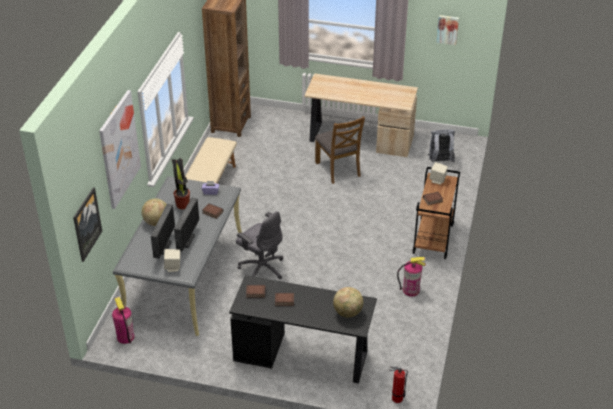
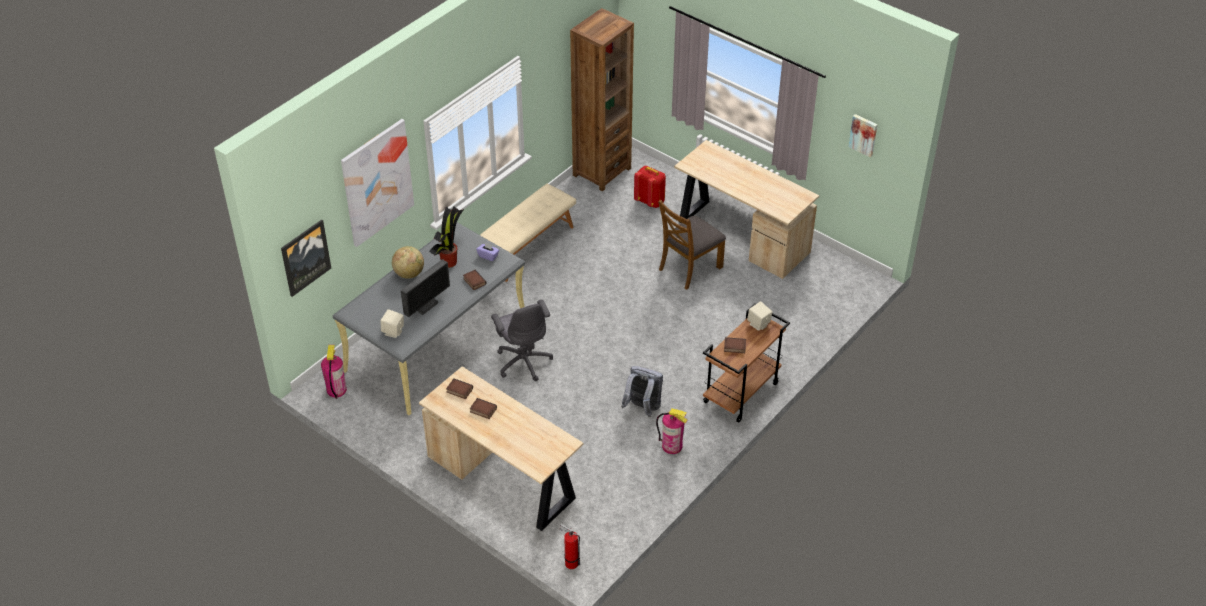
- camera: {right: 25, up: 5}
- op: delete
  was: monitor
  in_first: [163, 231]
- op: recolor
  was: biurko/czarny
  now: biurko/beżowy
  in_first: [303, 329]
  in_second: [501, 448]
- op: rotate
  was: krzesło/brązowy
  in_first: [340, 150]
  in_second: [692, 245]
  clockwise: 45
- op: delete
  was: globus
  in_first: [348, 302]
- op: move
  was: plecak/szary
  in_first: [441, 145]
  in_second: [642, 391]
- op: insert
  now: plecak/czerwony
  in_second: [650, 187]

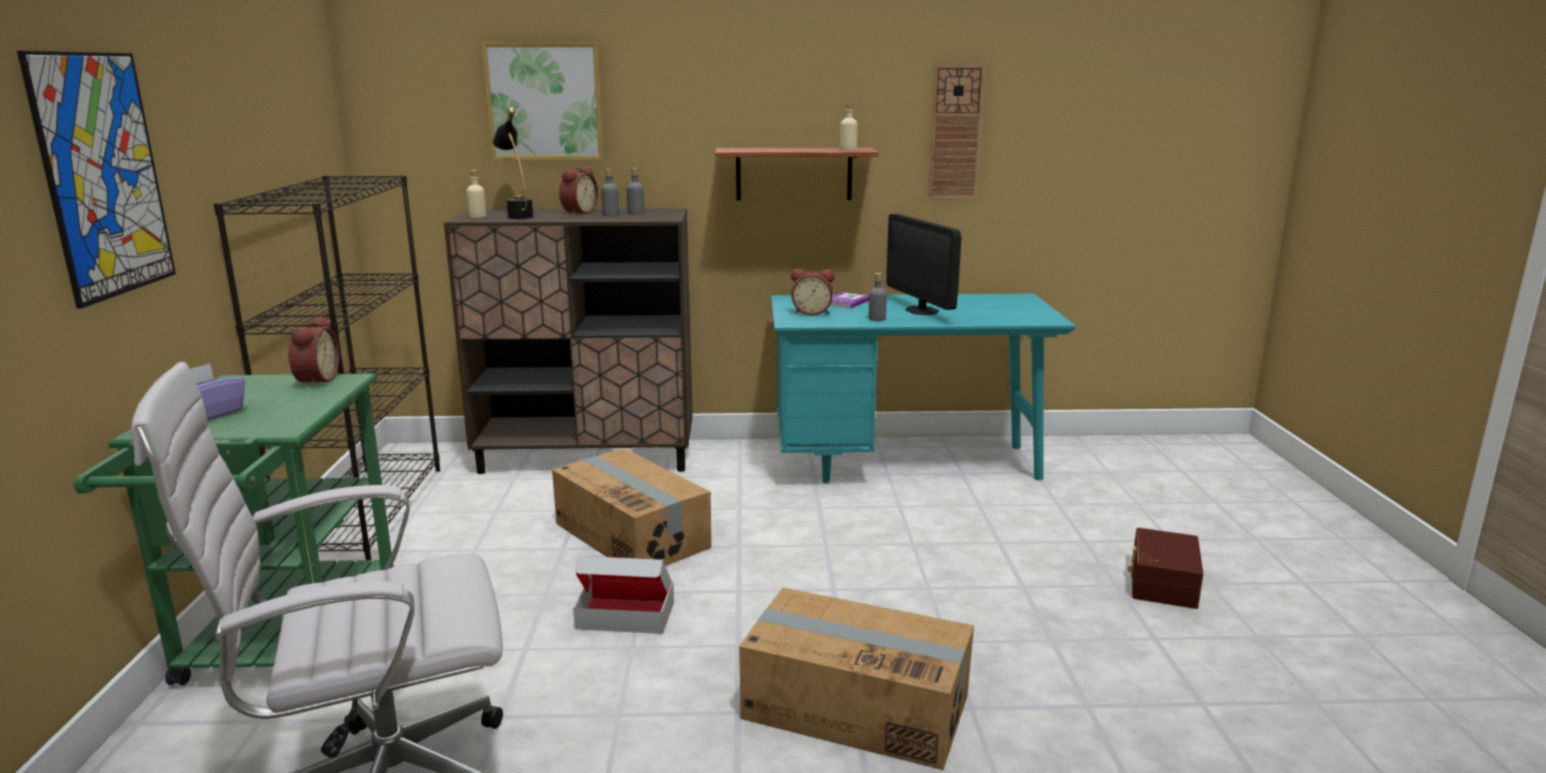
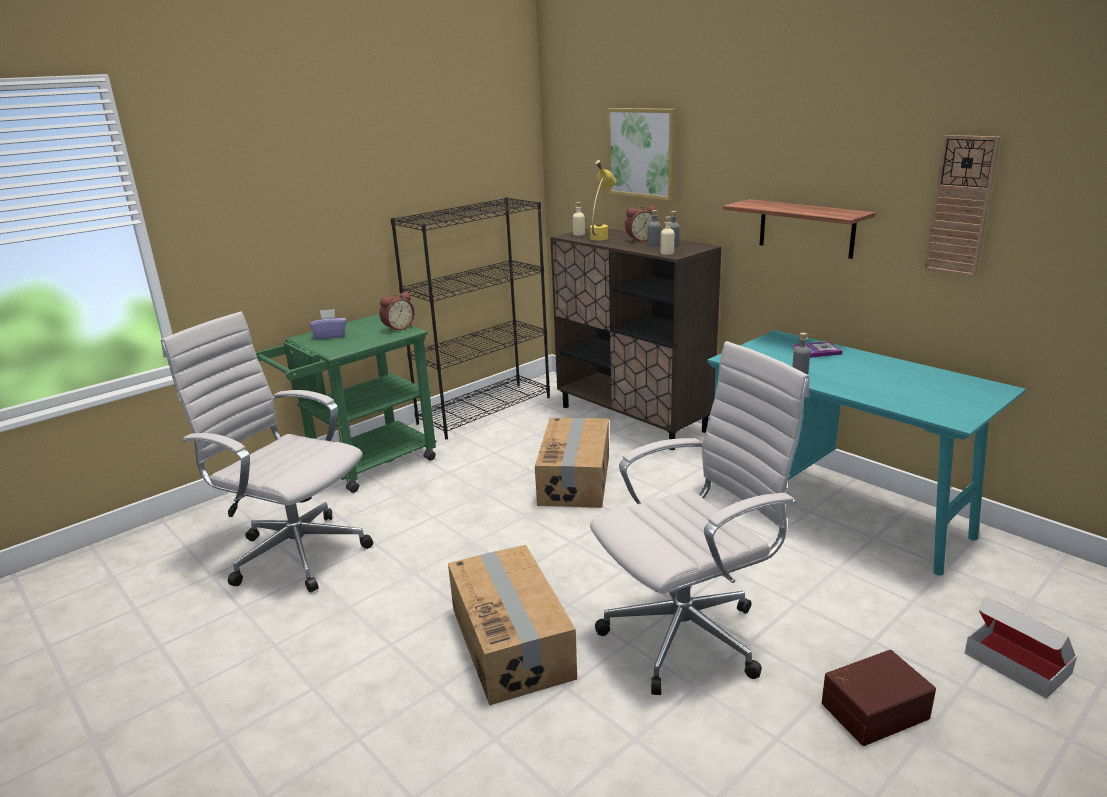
- camera: {right: 50, up: 5}
- op: delete
  was: obraz
  in_first: [96, 180]
- op: recolor
  was: lampa stołowa/czarny
  now: lampa stołowa/żółty
  in_first: [512, 163]
  in_second: [603, 200]
- op: move
  was: karton
  in_first: [623, 595]
  in_second: [1021, 648]
- op: delete
  was: budzik
  in_first: [812, 292]
- op: move
  was: butelka/beżowy
  in_first: [849, 126]
  in_second: [667, 236]
- op: delete
  was: monitor
  in_first: [924, 264]
- op: insert
  now: krzesło biurowe/biały
  in_second: [699, 518]

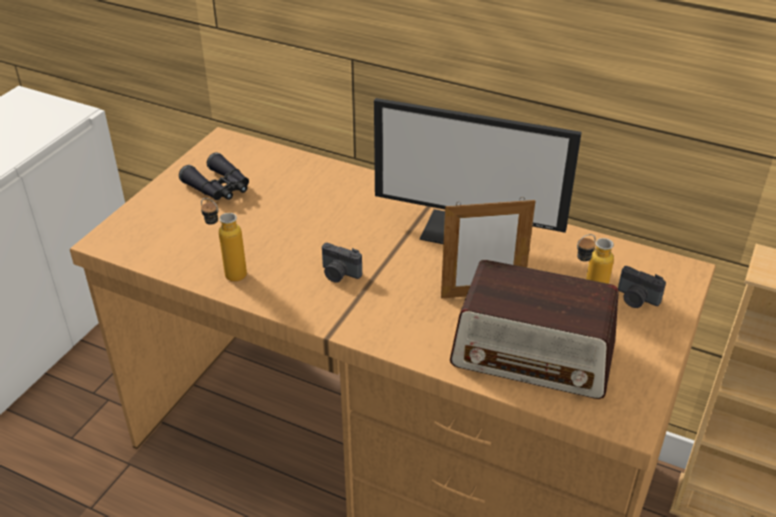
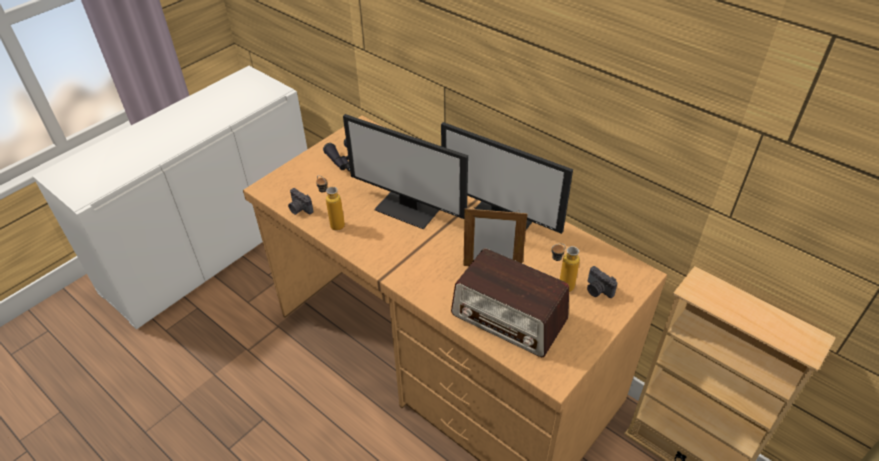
- camera: {right: 15, up: 5}
- op: move
  was: aparat fotograficzny
  in_first: [342, 263]
  in_second: [301, 201]
- op: insert
  now: monitor
  in_second: [405, 171]

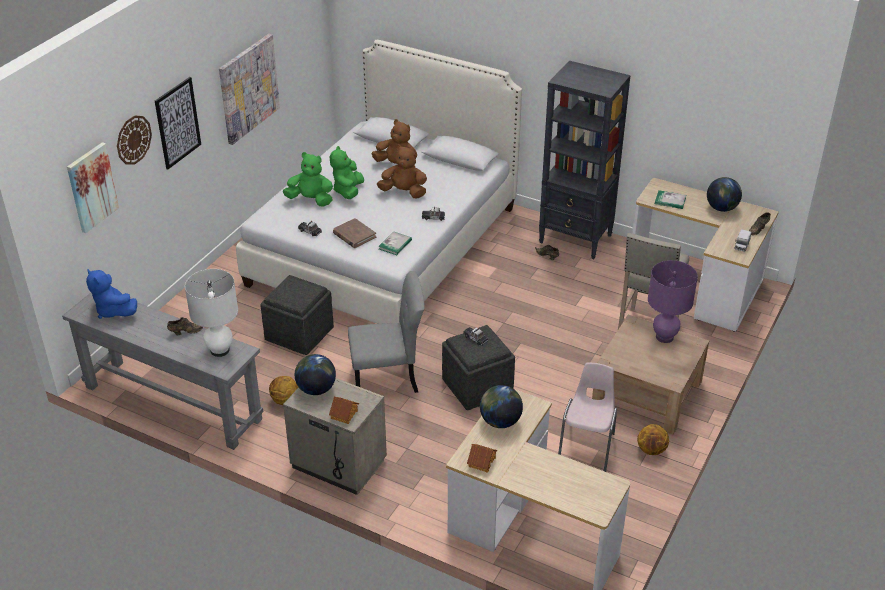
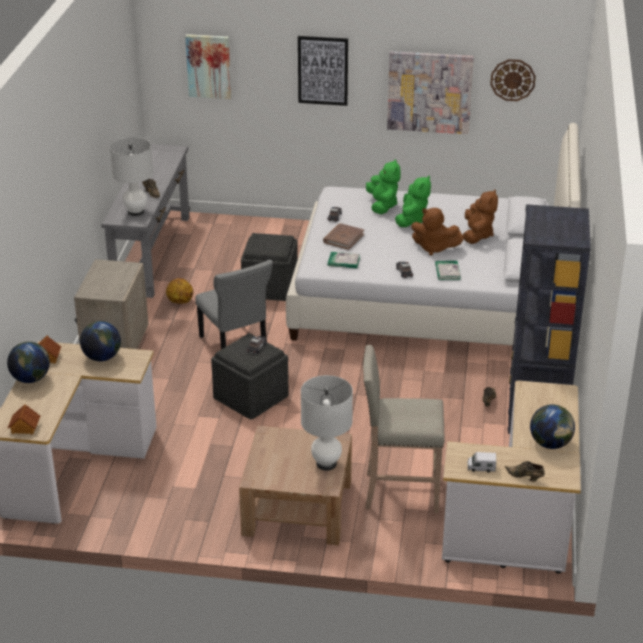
- camera: {right: 70, up: -5}
- op: delete
  was: pluszak/niebieski
  in_first: [111, 294]
- op: move
  was: zegar ścienny
  in_first: [134, 140]
  in_second: [513, 80]
- op: move
  was: globus
  in_first: [315, 374]
  in_second: [28, 362]
- op: move
  was: domek
  in_first: [344, 410]
  in_second: [24, 419]
- op: rotate
  was: pluszak/zielony
  in_first: [347, 172]
  in_second: [413, 201]
  clockwise: 120
- op: rotate
  was: pluszak/brązowy
  in_first: [402, 172]
  in_second: [437, 232]
  clockwise: 120
- op: delete
  was: krzesło/różowy
  in_first: [587, 417]
- op: delete
  was: piłka do koszykówki
  in_first: [653, 439]
- op: recolor
  was: lampa stołowa/fioletowy
  now: lampa stołowa/biały
  in_first: [673, 301]
  in_second: [327, 423]
- op: move
  was: książka
  in_first: [670, 199]
  in_second: [448, 270]

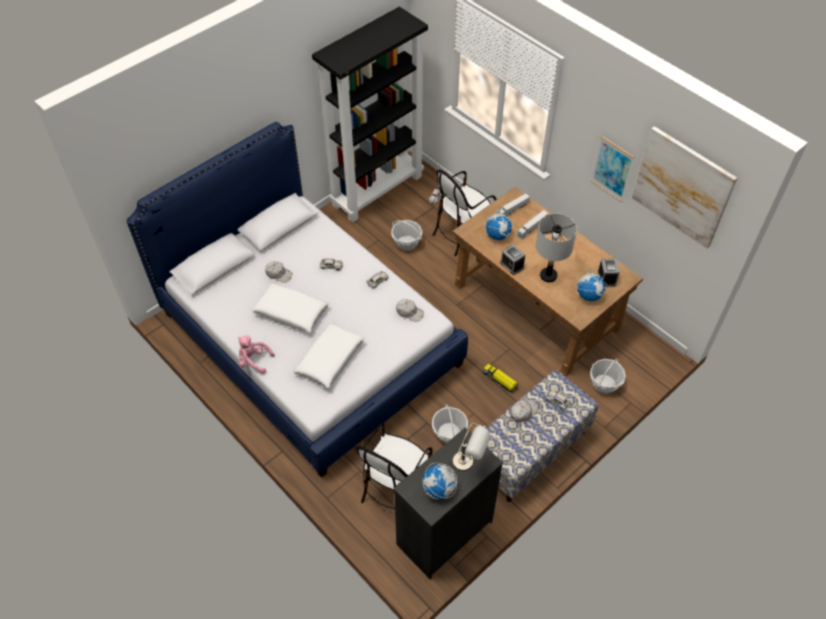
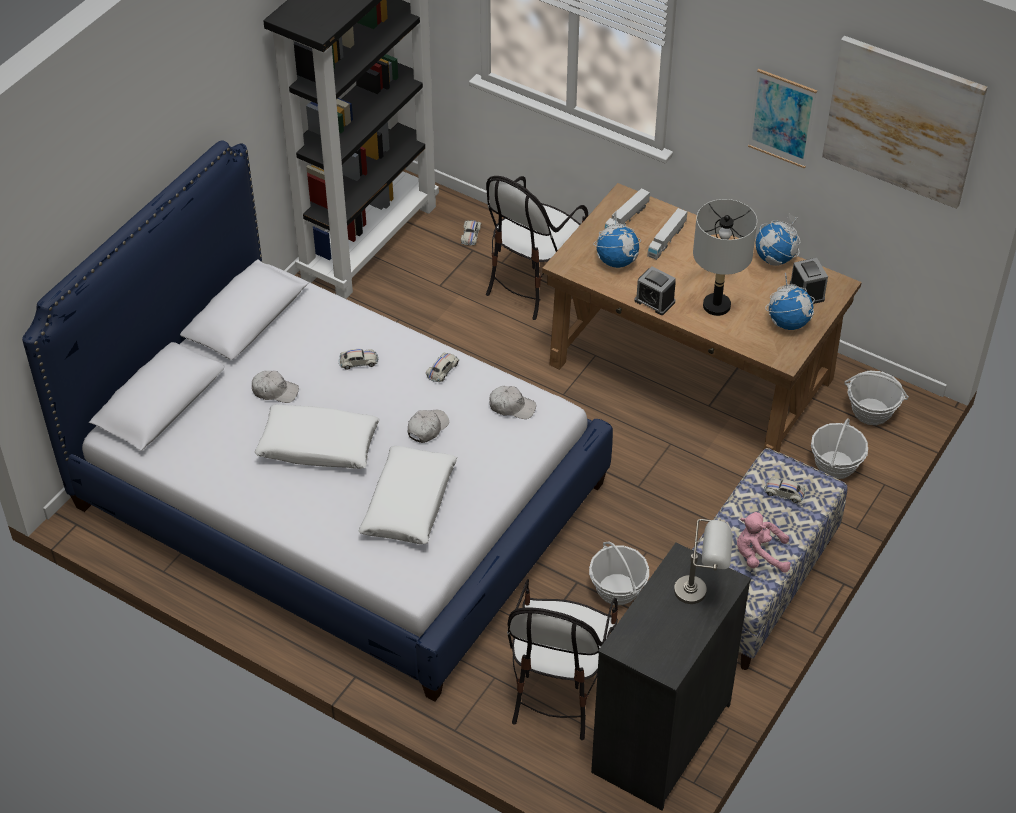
- camera: {right: -15, up: -5}
- op: move
  was: pluszak/różowy
  in_first: [256, 354]
  in_second: [764, 542]
- op: move
  was: koszyk
  in_first: [406, 235]
  in_second: [877, 397]
- op: move
  was: globus
  in_first: [439, 481]
  in_second: [778, 239]
- op: delete
  was: ciężarówka zabawkowa
  in_first: [500, 378]
- op: move
  was: czapka z daszkiem/biały
  in_first: [524, 411]
  in_second: [428, 426]

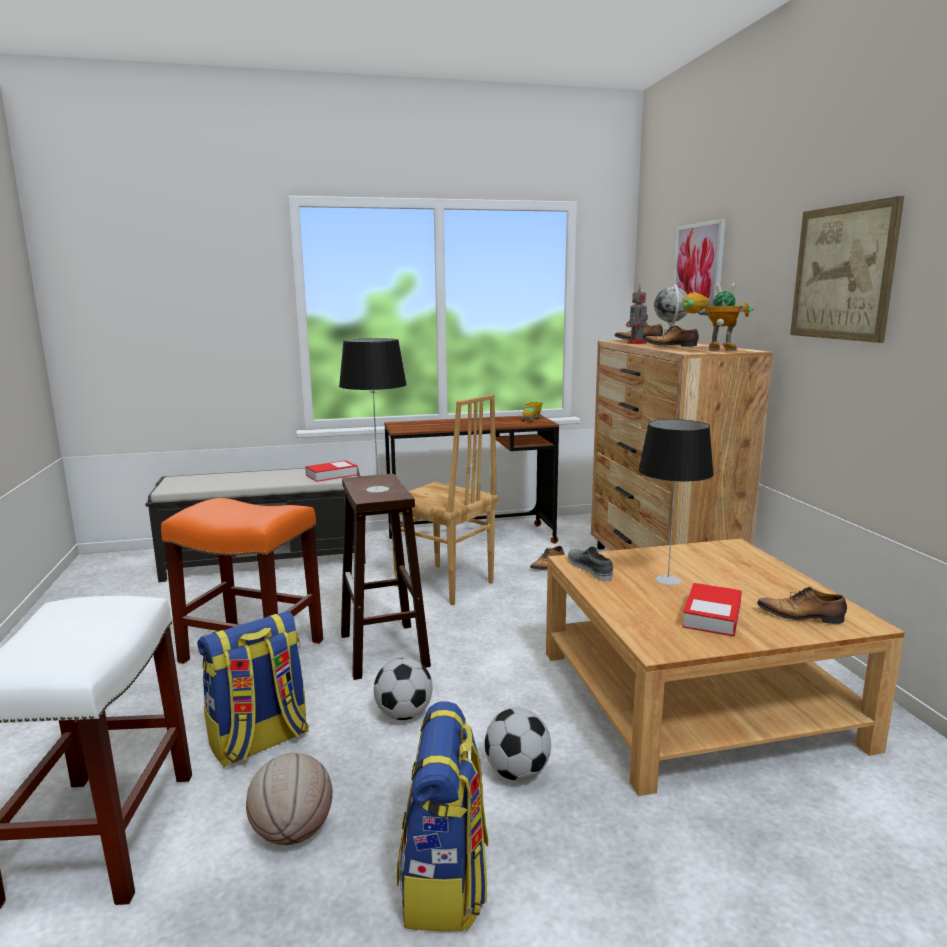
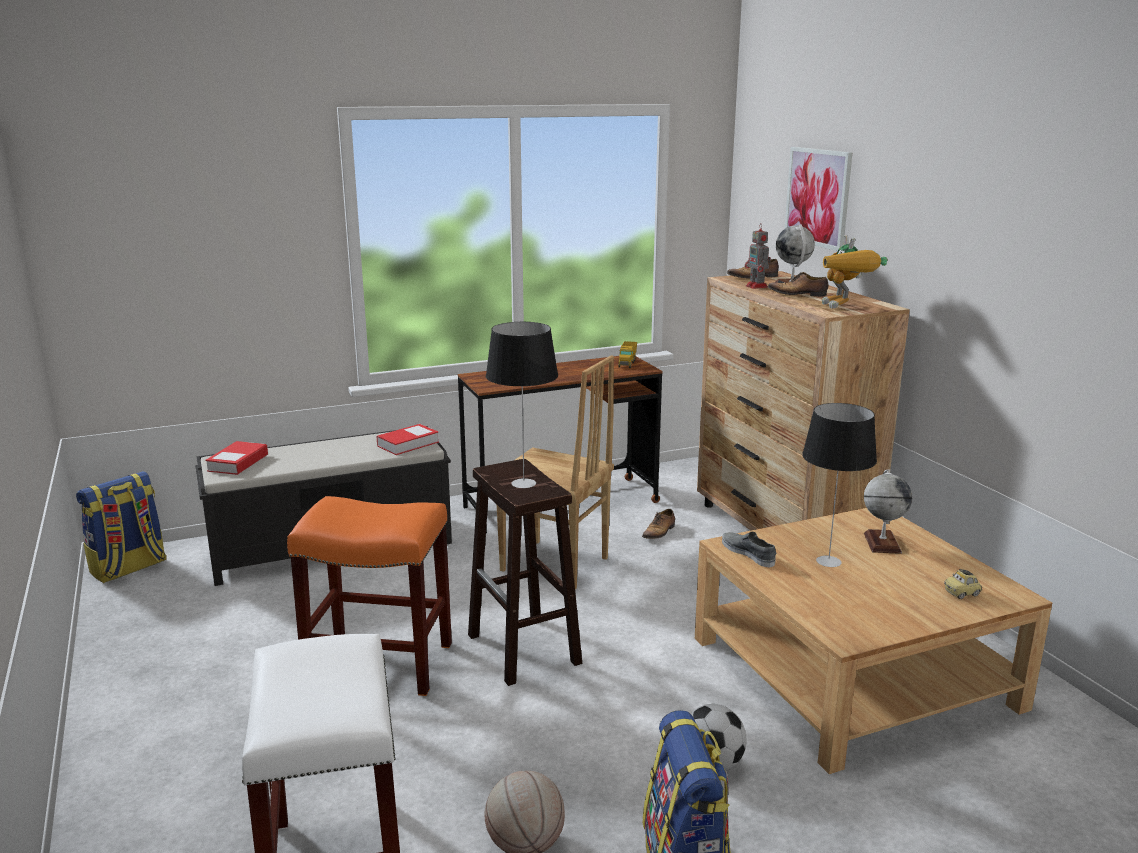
- camera: {right: -10, up: 5}
- op: move
  was: plecak
  in_first: [253, 689]
  in_second: [121, 527]
- op: delete
  was: piłka futbolowa
  in_first: [403, 689]
- op: rotate
  was: robot zabawkowy
  in_first: [718, 317]
  in_second: [854, 272]
  clockwise: -120
- op: move
  was: książka
  in_first: [712, 610]
  in_second: [236, 458]
- op: replace
  was: but
  now: samochodzik
  in_first: [802, 605]
  in_second: [963, 584]
- op: delete
  was: obraz
  in_first: [847, 269]
- op: insert
  now: globus
  in_second: [888, 511]

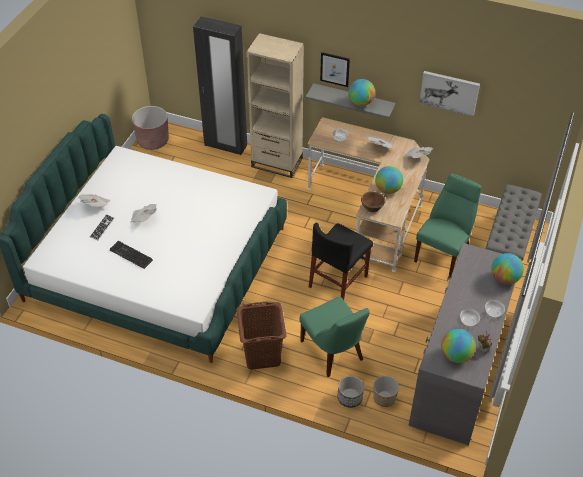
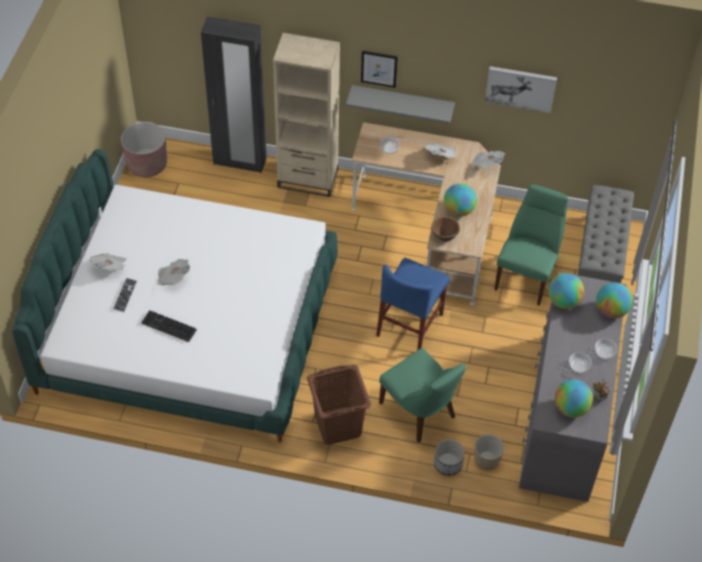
- camera: {right: -10, up: 5}
- op: recolor
  was: krzesło/czarny
  now: krzesło/niebieski
  in_first: [341, 261]
  in_second: [413, 304]
- op: move
  was: globus
  in_first: [361, 92]
  in_second: [566, 291]

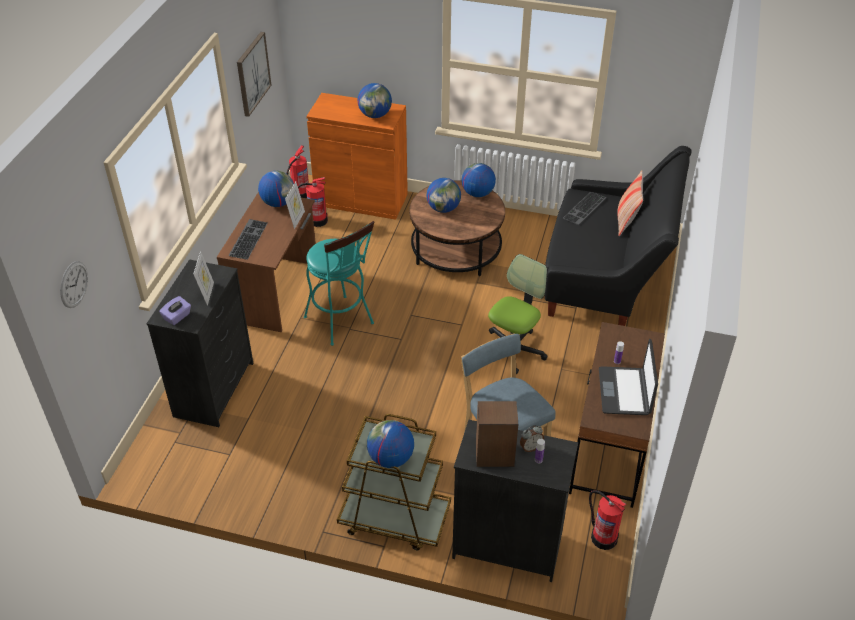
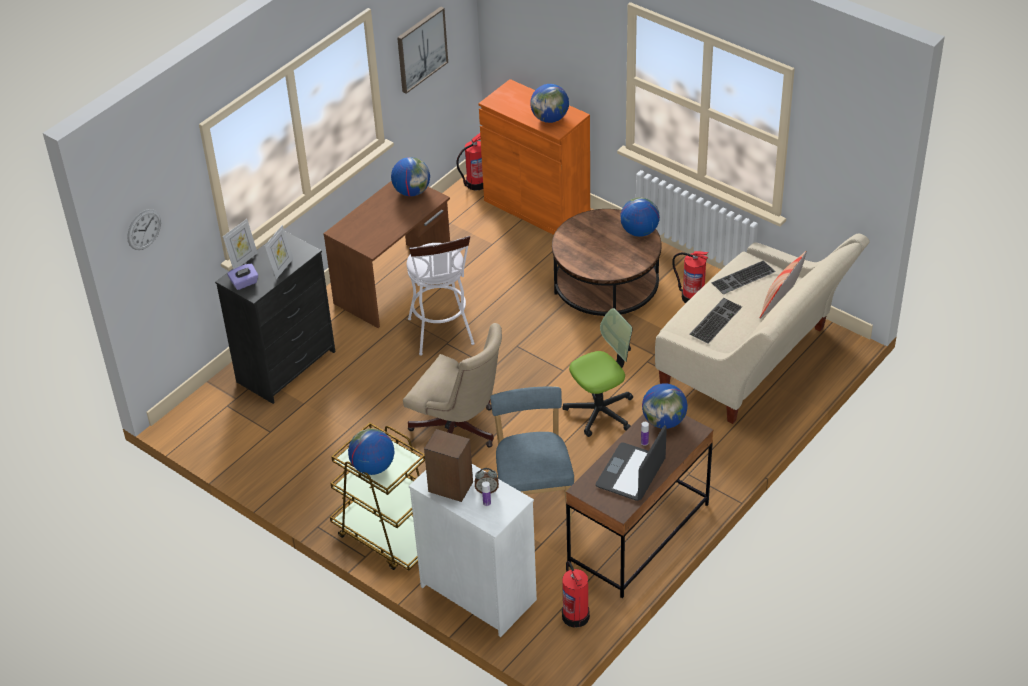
- camera: {right: 25, up: 0}
- op: move
  was: klawiatura
  in_first: [248, 239]
  in_second: [716, 321]
- op: move
  was: ramka na zdjęcie
  in_first: [295, 205]
  in_second: [240, 244]
- op: move
  was: gaśnica
  in_first: [313, 202]
  in_second: [690, 277]
- op: recolor
  was: stołek/turkusowy
  now: stołek/biały
  in_first: [339, 283]
  in_second: [441, 296]
- op: move
  was: globus
  in_first: [444, 195]
  in_second: [665, 406]
- op: recolor
  was: komoda/czarny
  now: komoda/biały
  in_first: [515, 501]
  in_second: [473, 550]
- op: recolor
  was: kanapa/czarny
  now: kanapa/beżowy
  in_first: [618, 236]
  in_second: [762, 329]
- op: insert
  now: krzesło biurowe/beżowy
  in_second: [452, 385]

